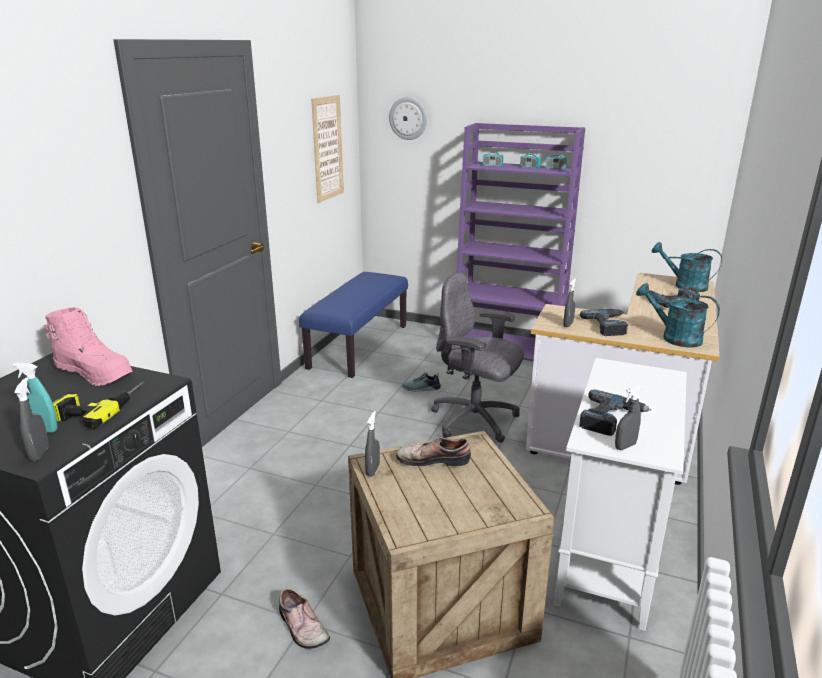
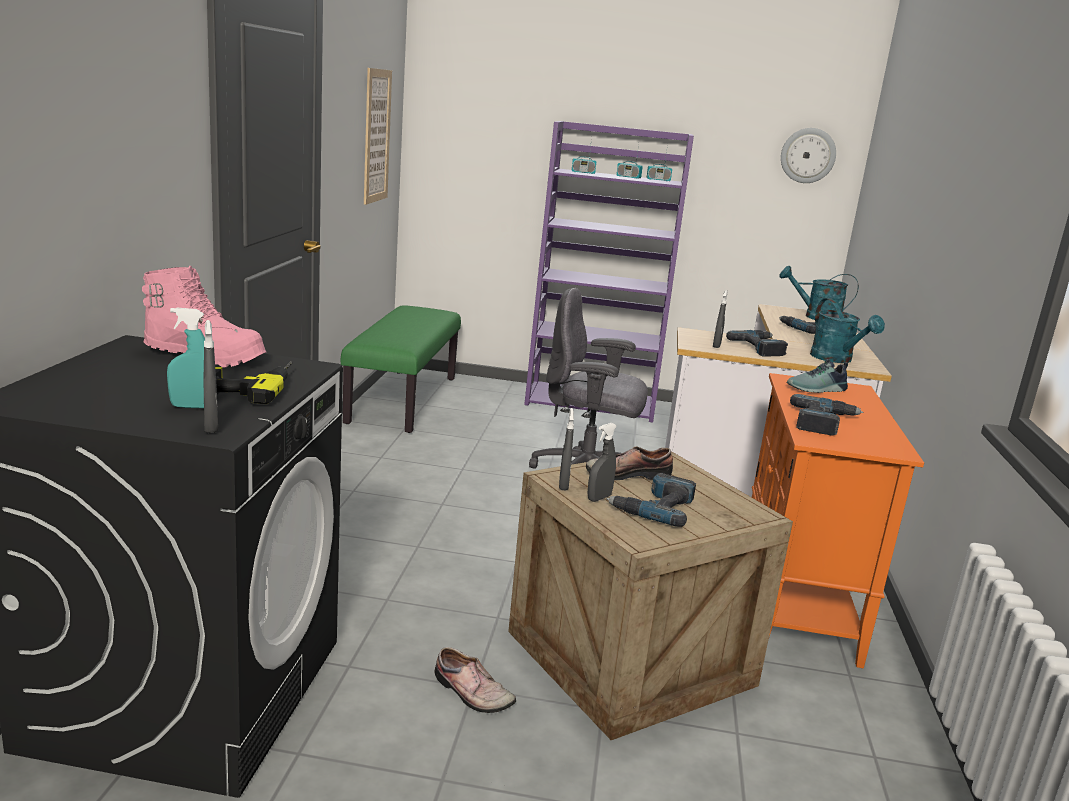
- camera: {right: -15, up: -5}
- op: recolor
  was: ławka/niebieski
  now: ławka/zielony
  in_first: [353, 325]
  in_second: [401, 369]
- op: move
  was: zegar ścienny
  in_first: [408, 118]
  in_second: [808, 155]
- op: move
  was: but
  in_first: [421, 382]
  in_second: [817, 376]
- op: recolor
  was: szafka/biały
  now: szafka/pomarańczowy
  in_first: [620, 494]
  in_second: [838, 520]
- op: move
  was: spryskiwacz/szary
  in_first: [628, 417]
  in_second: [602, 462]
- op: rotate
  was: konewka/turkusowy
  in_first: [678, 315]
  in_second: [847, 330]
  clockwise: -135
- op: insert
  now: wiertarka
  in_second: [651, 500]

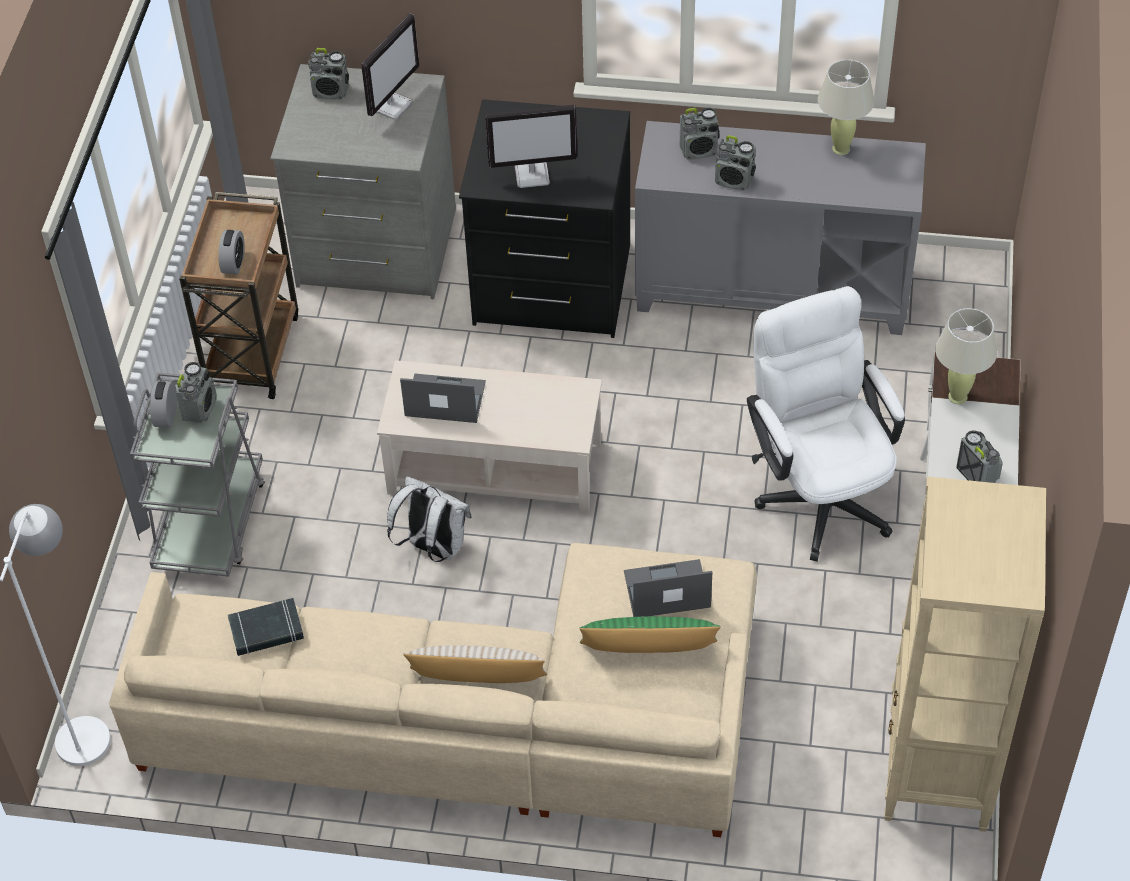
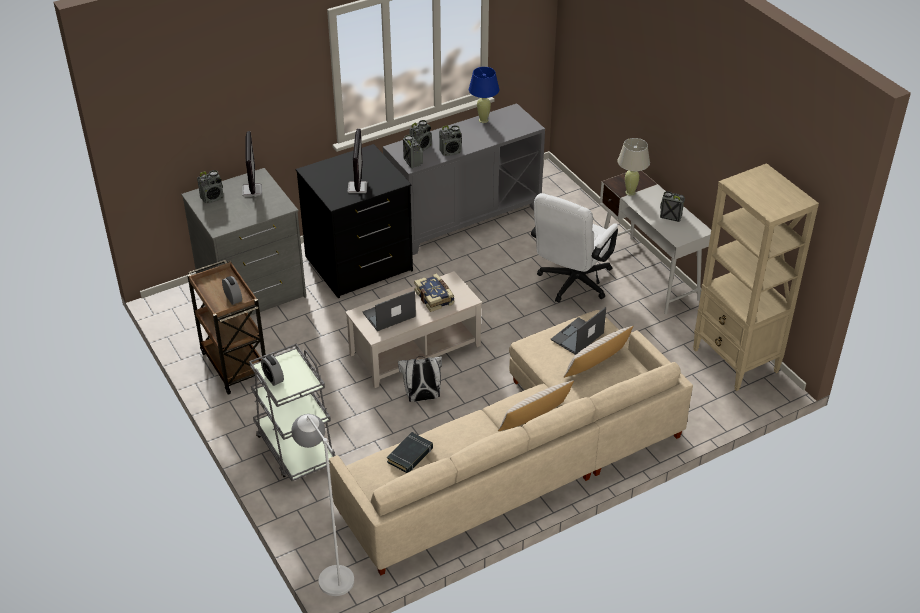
- camera: {right: -40, up: -10}
- op: move
  was: radio
  in_first: [196, 392]
  in_second: [413, 151]
- op: rotate
  was: monitor
  in_first: [531, 146]
  in_second: [358, 161]
  clockwise: -45
- op: recolor
  was: poduszka/zielony
  now: poduszka/beżowy
  in_first: [650, 634]
  in_second: [598, 352]
- op: rotate
  was: krzesło biurowe/biały
  in_first: [826, 424]
  in_second: [574, 247]
  clockwise: -90
- op: recolor
  was: lampa stołowa/beżowy
  now: lampa stołowa/niebieski
  in_first: [846, 107]
  in_second: [484, 95]
- op: insert
  now: książka
  in_second: [434, 292]

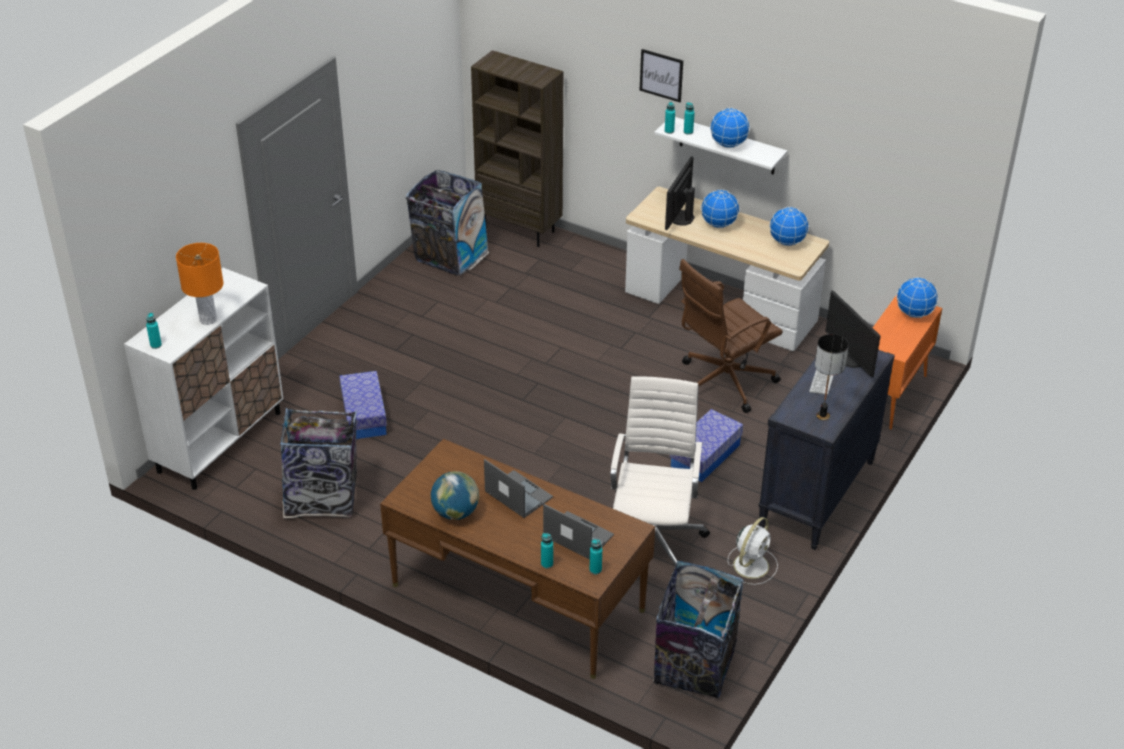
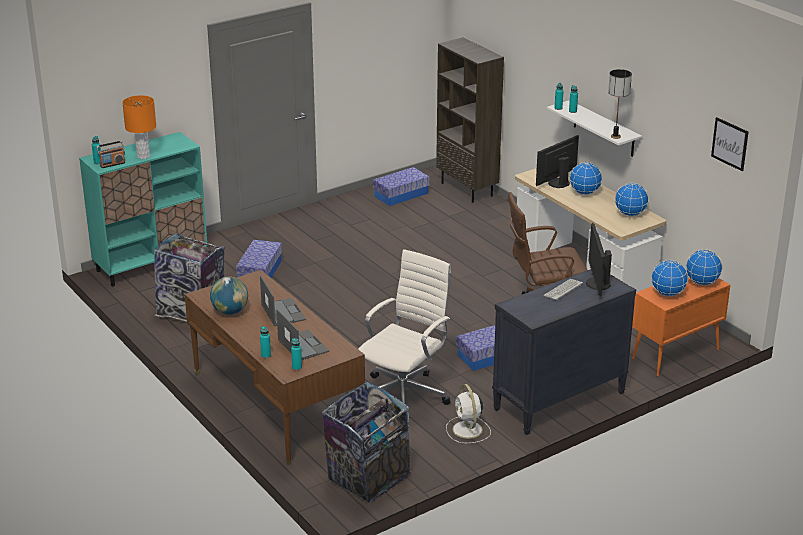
- camera: {right: 25, up: -10}
- op: recolor
  was: szafka/biały
  now: szafka/turkusowy
  in_first: [203, 379]
  in_second: [143, 209]
- op: replace
  was: kosz na śmieci
  now: pojemnik do przechowywania
  in_first: [447, 223]
  in_second: [401, 186]
- op: move
  was: obraz
  in_first: [661, 75]
  in_second: [729, 144]
- op: move
  was: globus
  in_first: [730, 128]
  in_second: [669, 278]
- op: rotate
  was: wentylator/biały
  in_first: [753, 551]
  in_second: [468, 413]
  clockwise: 105
- op: move
  was: lampa stołowa
  in_first: [832, 377]
  in_second: [620, 104]
- op: insert
  now: radio
  in_second: [110, 154]

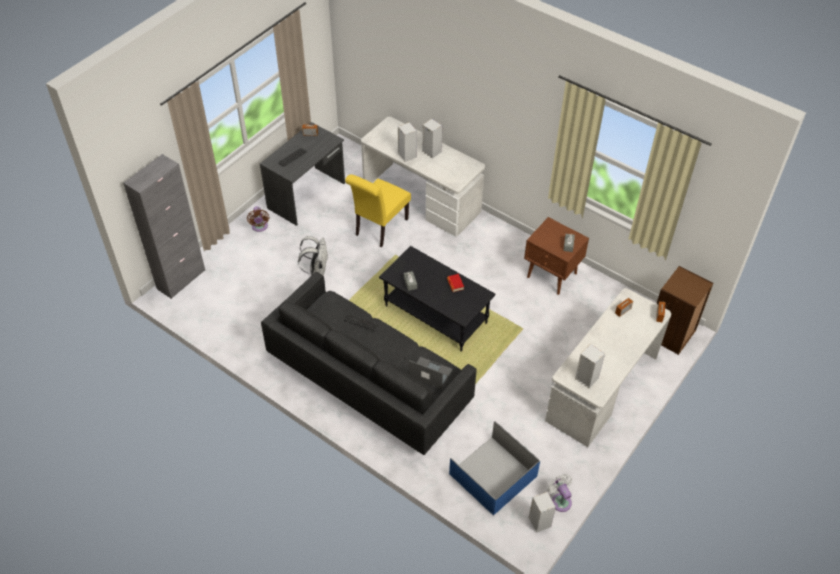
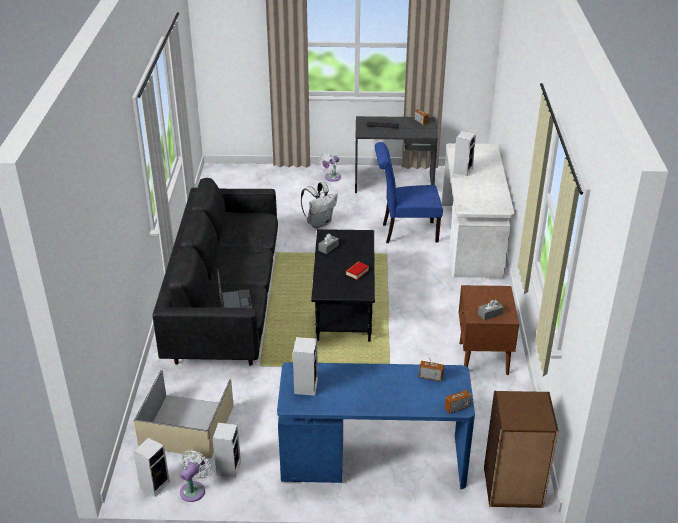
- camera: {right: 55, up: -15}
- op: delete
  was: szafka/szary
  in_first: [164, 226]
- op: recolor
  was: wentylator/brązowy
  now: wentylator/biały
  in_first: [258, 219]
  in_second: [330, 167]
- op: recolor
  was: krzesło/żółty
  now: krzesło/niebieski
  in_first: [378, 210]
  in_second: [409, 192]
- op: move
  was: głośnik
  in_first: [432, 139]
  in_second: [226, 450]
- op: recolor
  was: pojemnik do przechowywania/niebieski
  now: pojemnik do przechowywania/beżowy
  in_first: [494, 468]
  in_second: [184, 414]
- op: recolor
  was: biurko/biały
  now: biurko/niebieski
  in_first: [608, 367]
  in_second: [376, 425]

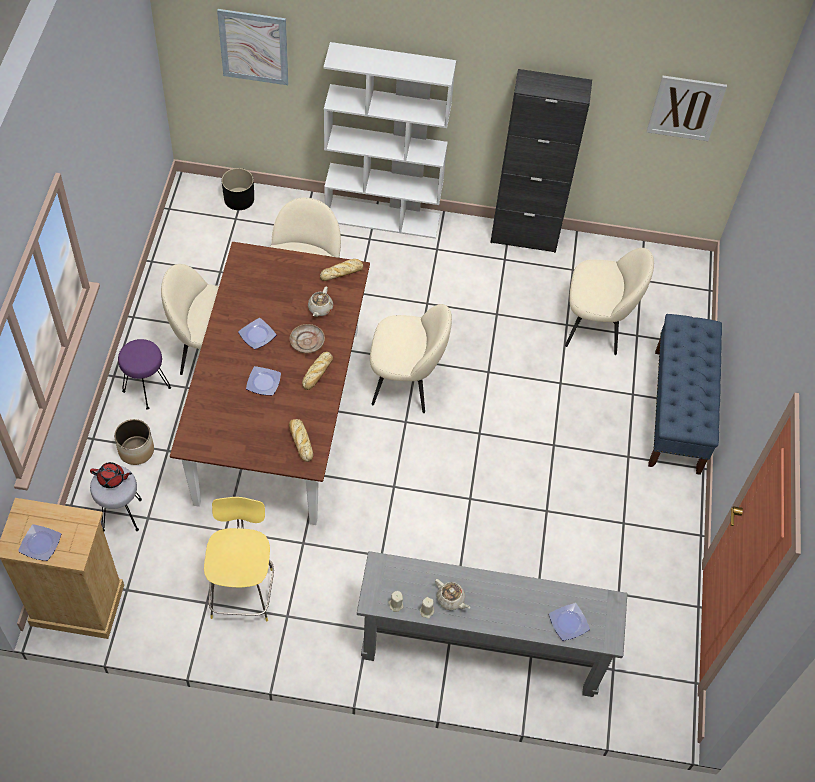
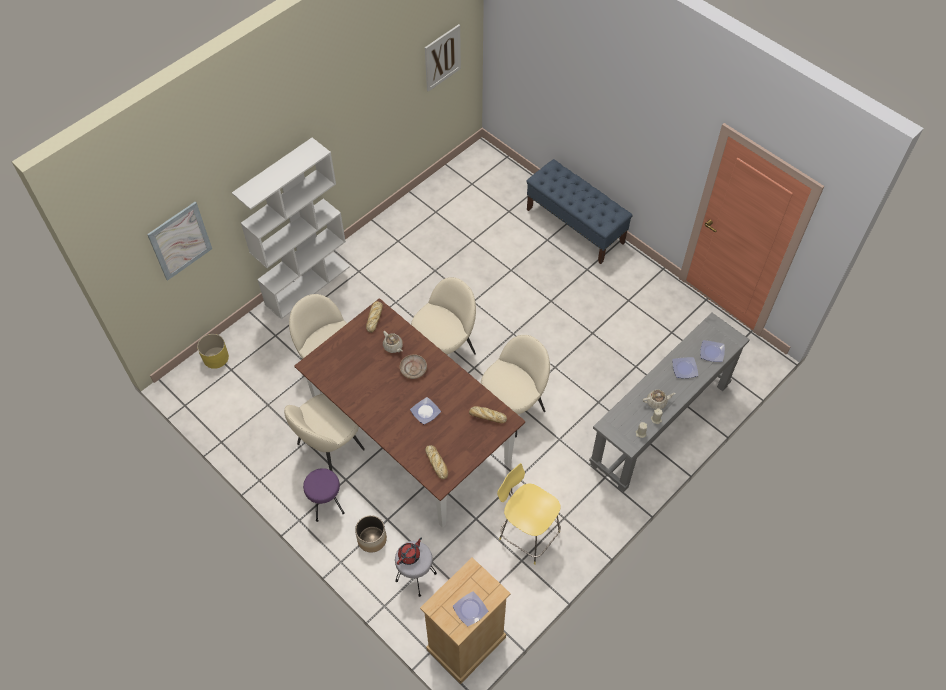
- camera: {right: -50, up: 0}
- op: recolor
  was: donica/czarny
  now: donica/żółty
  in_first: [238, 189]
  in_second: [213, 351]
- op: move
  was: talerz
  in_first: [257, 333]
  in_second: [685, 367]
- op: move
  was: chleb
  in_first: [317, 371]
  in_second: [436, 462]
- op: delete
  was: szafka/czarny
  in_first: [541, 161]
- op: move
  was: krzesło/beżowy
  in_first: [609, 301]
  in_second: [515, 386]

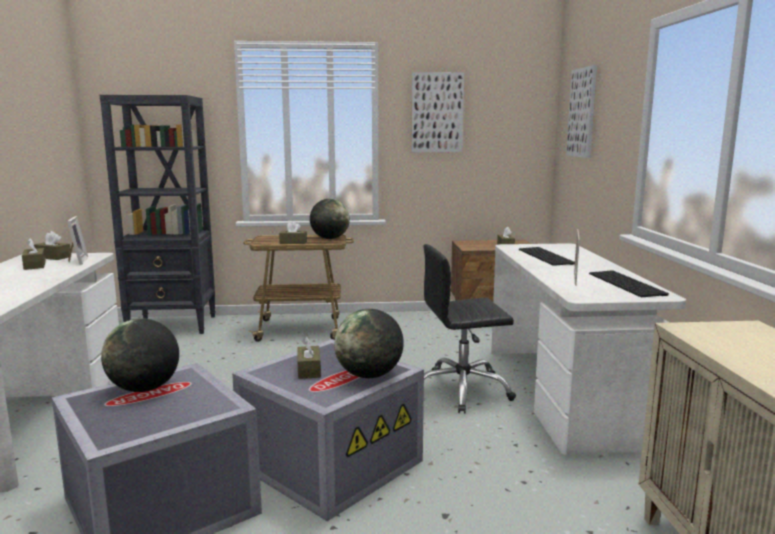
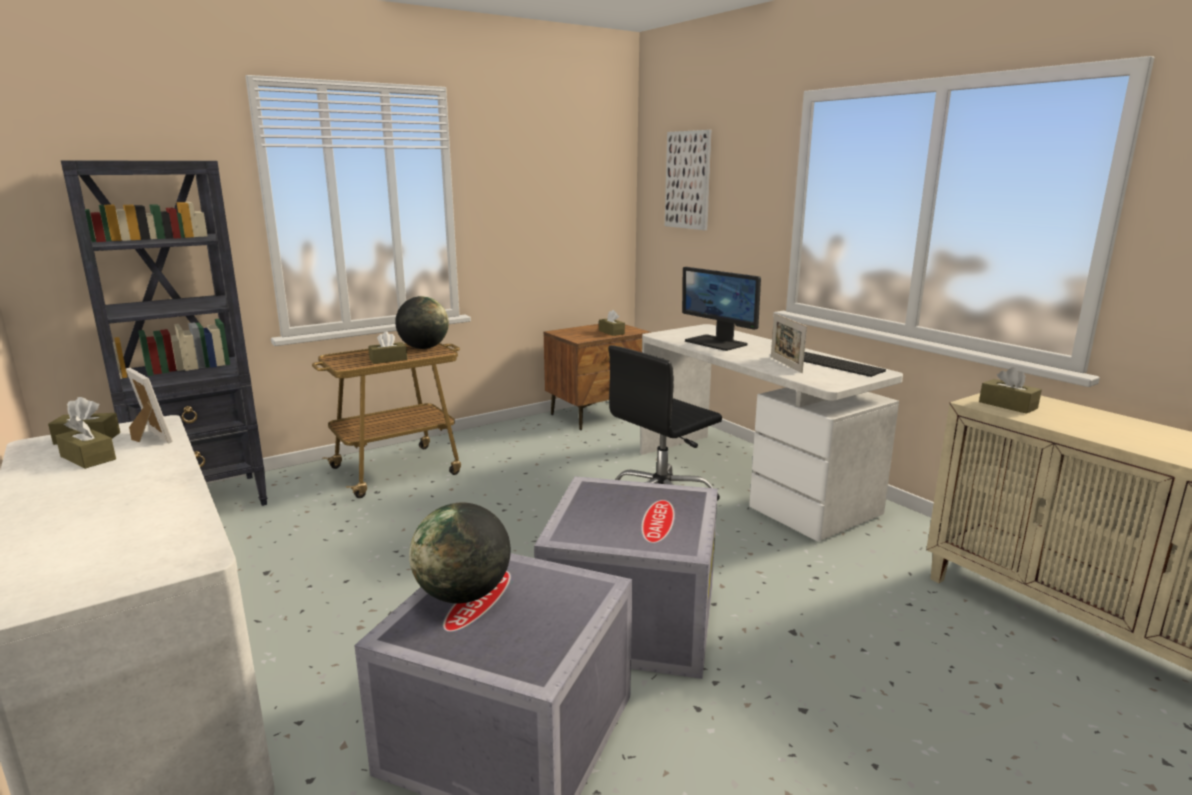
- camera: {right: -30, up: 5}
- op: move
  was: pudełko chusteczek/brązowy
  in_first: [309, 358]
  in_second: [1010, 390]
- op: delete
  was: globus
  in_first: [369, 343]
- op: delete
  was: obraz
  in_first: [437, 112]
- op: replace
  was: klawiatura
  now: monitor
  in_first: [547, 256]
  in_second: [721, 309]

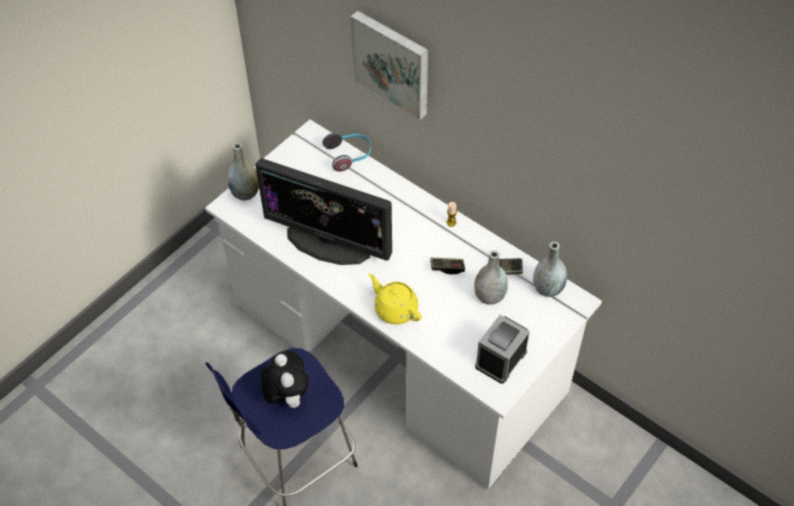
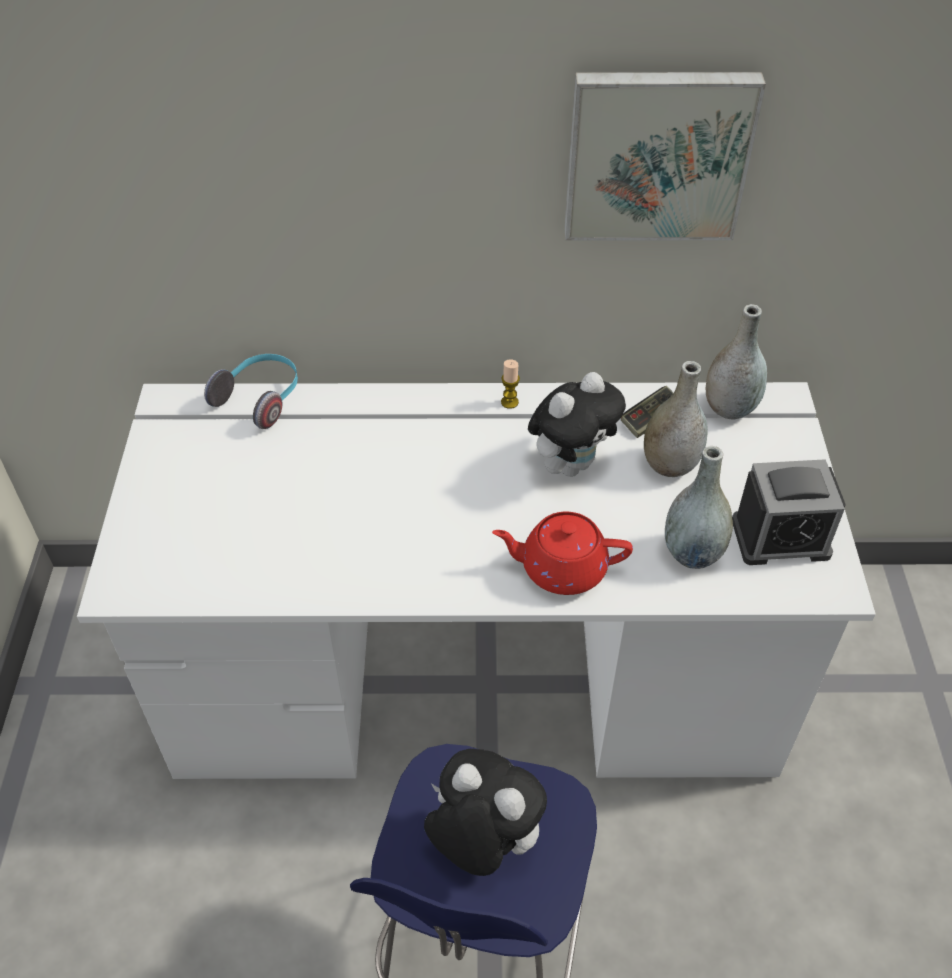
- camera: {right: -40, up: -5}
- op: move
  was: wazon/szary
  in_first: [243, 172]
  in_second: [699, 507]
- op: delete
  was: monitor
  in_first: [323, 211]
- op: move
  was: obraz
  in_first: [389, 65]
  in_second: [665, 156]
- op: recolor
  was: imbryk/żółty
  now: imbryk/czerwony
  in_first: [395, 298]
  in_second: [562, 553]
- op: replace
  was: pad do gier
  now: pluszak
  in_first: [447, 266]
  in_second: [577, 424]
- op: rotate
  was: budzik
  in_first: [502, 349]
  in_second: [788, 512]
  clockwise: -90

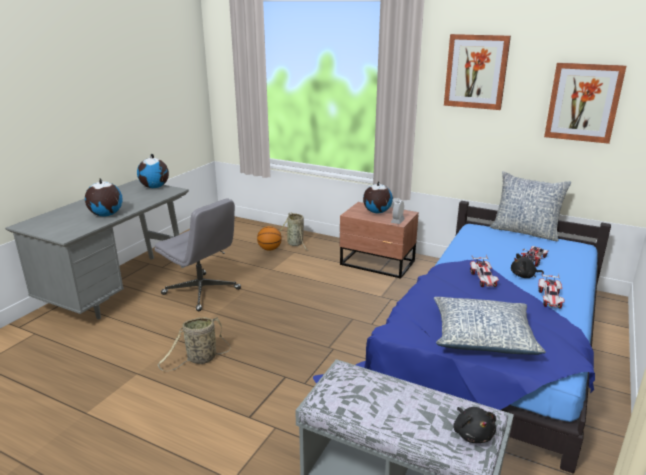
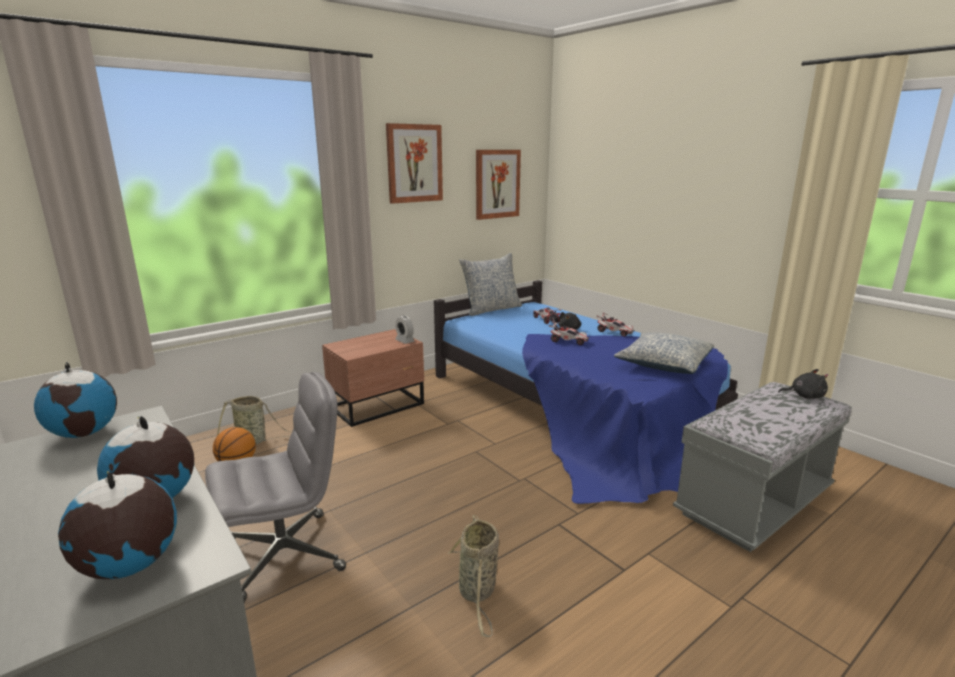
- camera: {right: -65, up: -5}
- op: move
  was: globus
  in_first: [378, 197]
  in_second: [117, 524]

